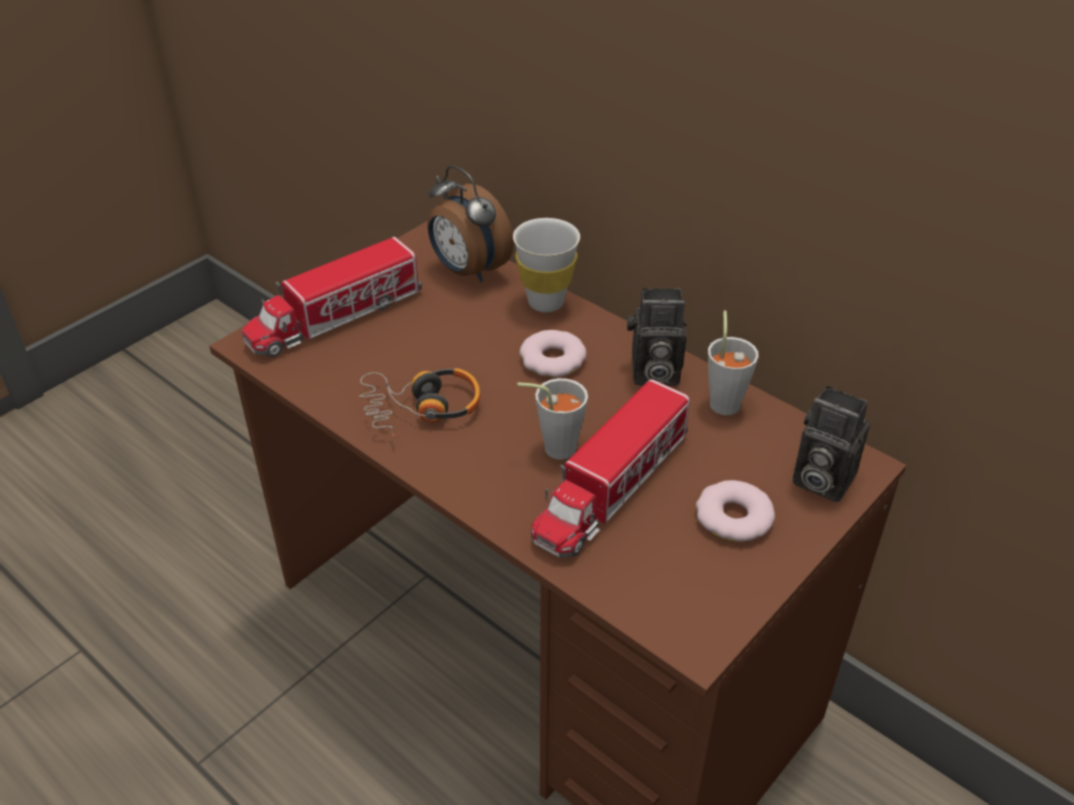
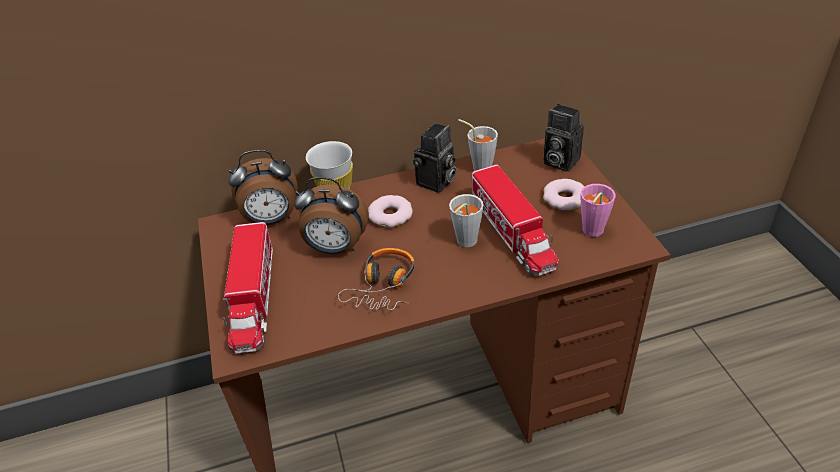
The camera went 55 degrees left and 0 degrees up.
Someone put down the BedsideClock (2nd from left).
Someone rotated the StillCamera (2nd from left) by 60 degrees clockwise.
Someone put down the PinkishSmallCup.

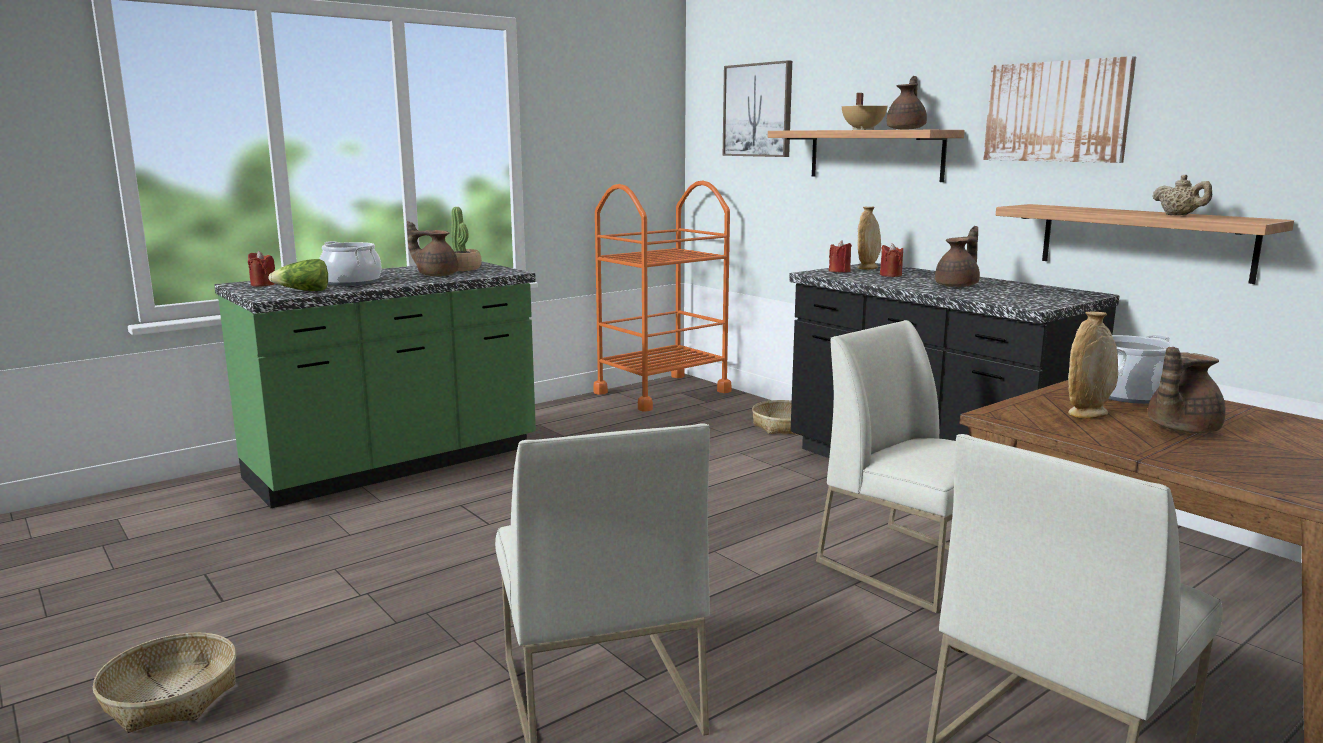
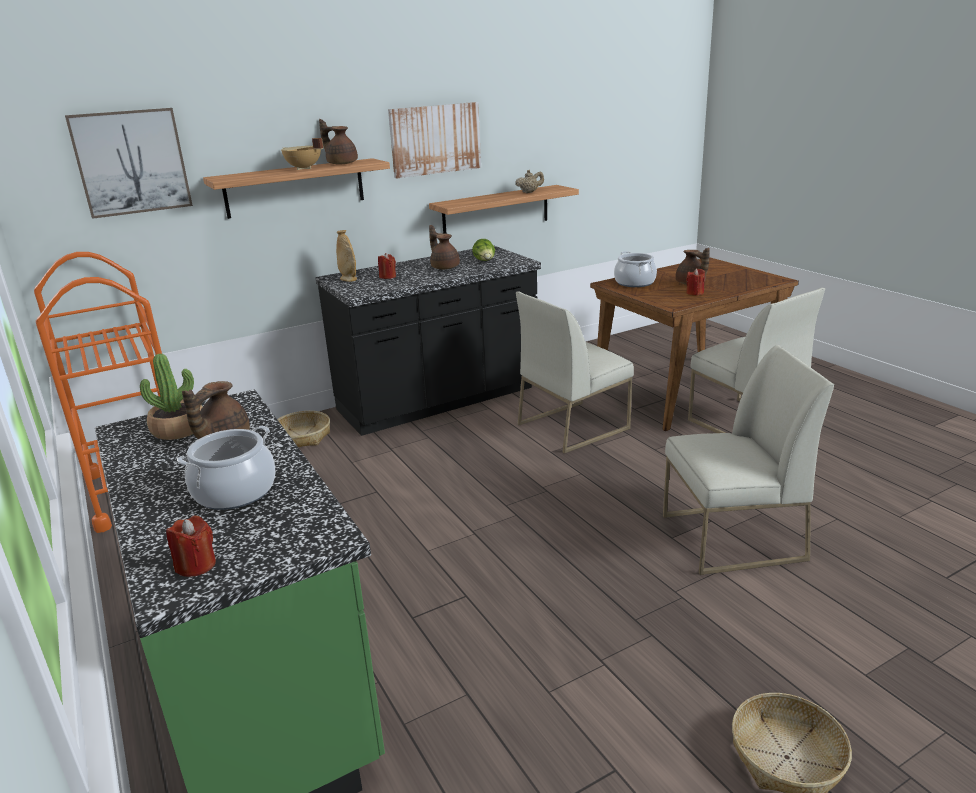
The camera went 80 degrees left and 10 degrees up.
Someone carried the Lettuce.
Someone carried the ReddishWaxLight (2nd from left in the first image).
Someone took away the BeigeVase (2nd from left).

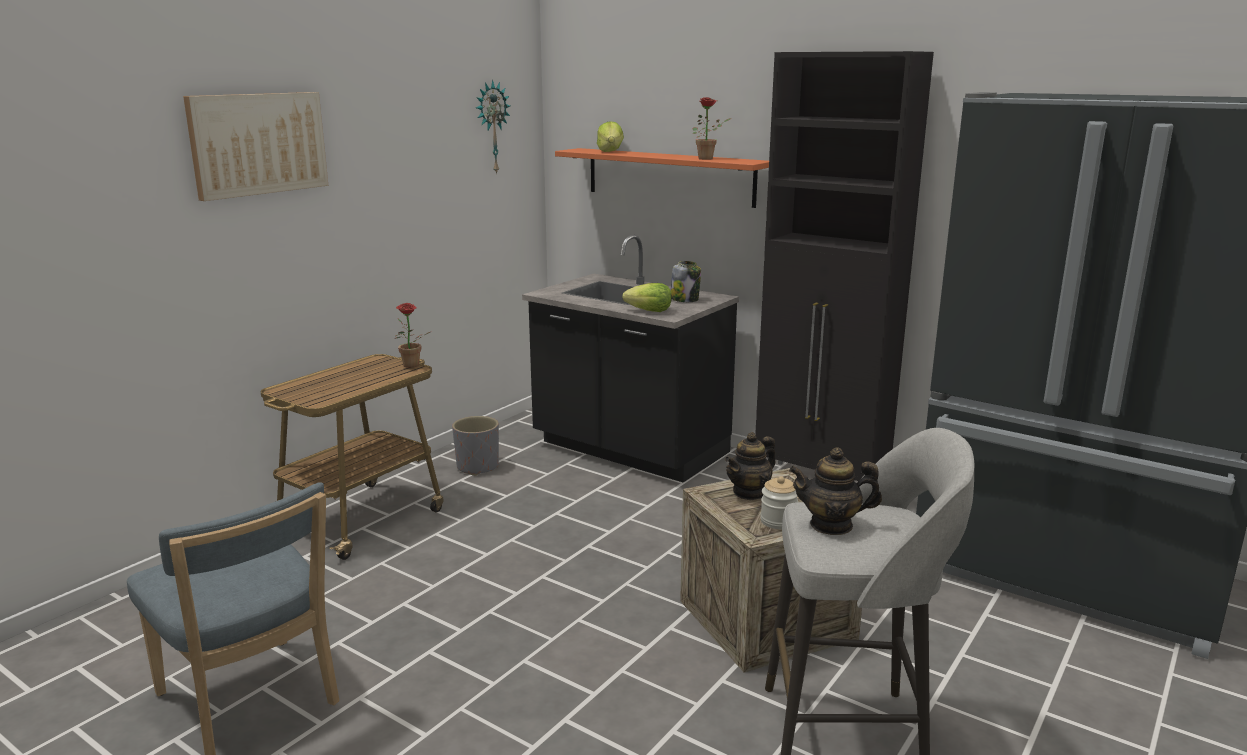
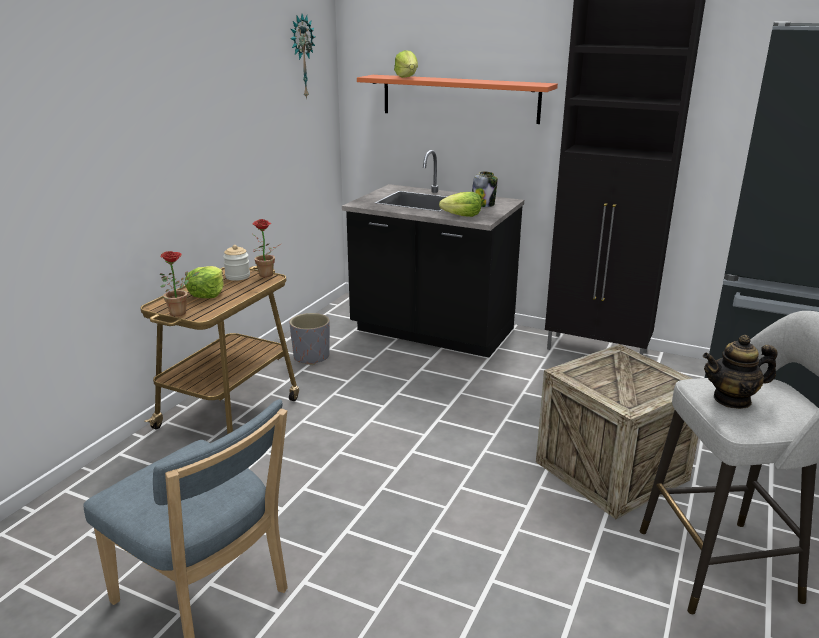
The camera went 10 degrees left and 5 degrees up.
Someone carried the Houseplant (2nd from left in the first image).
Someone put down the Lettuce (1st from left).
Someone carried the StorageJar (2nd from left in the first image).
Someone took away the WallPicture.
Someone took away the Teapot (1st from left).

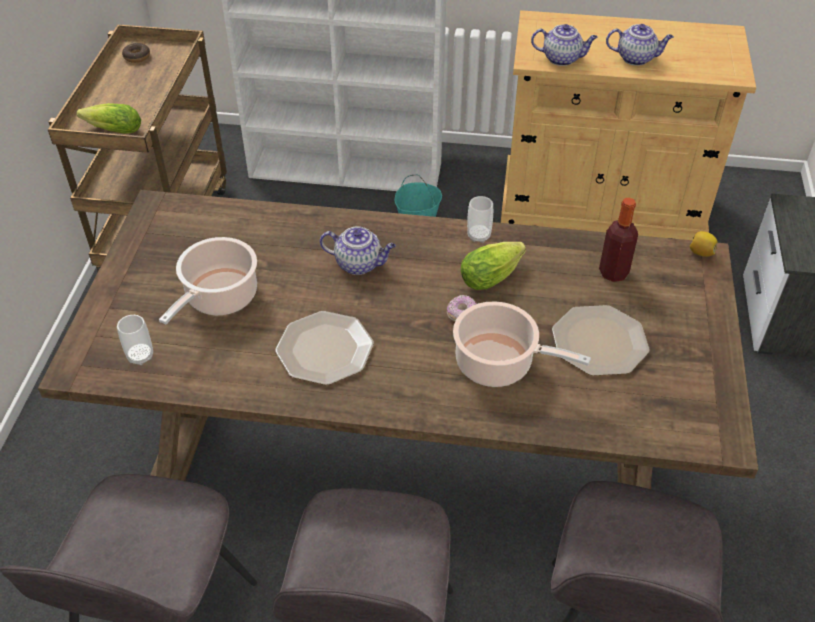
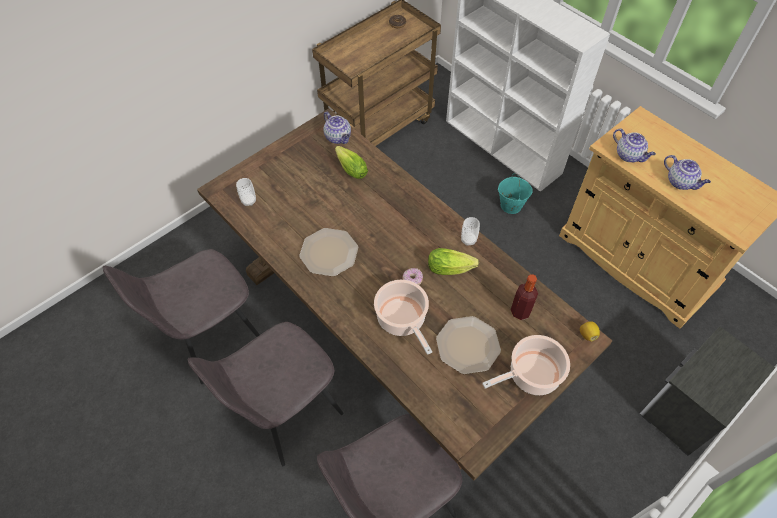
The camera went 40 degrees right and 10 degrees up.
Someone carried the Teapot (1st from left).
Someone carried the Lettuce (1st from left).
Someone carried the Saucepot (1st from left in the first image).

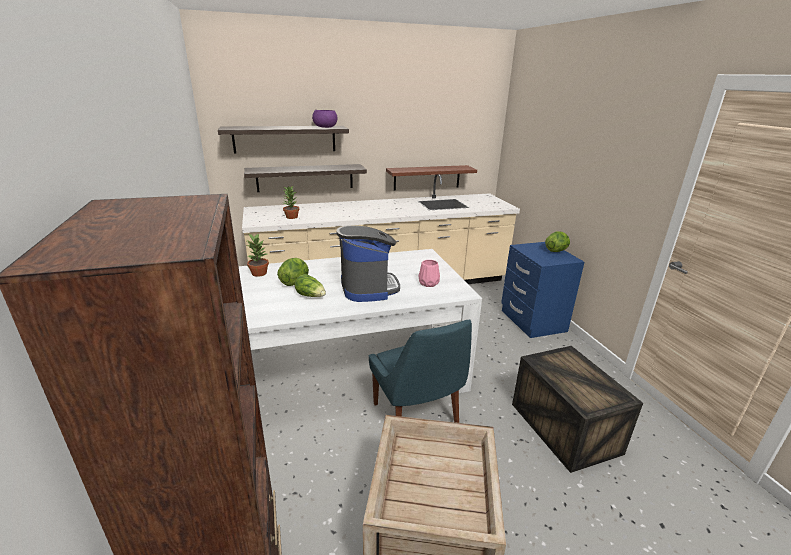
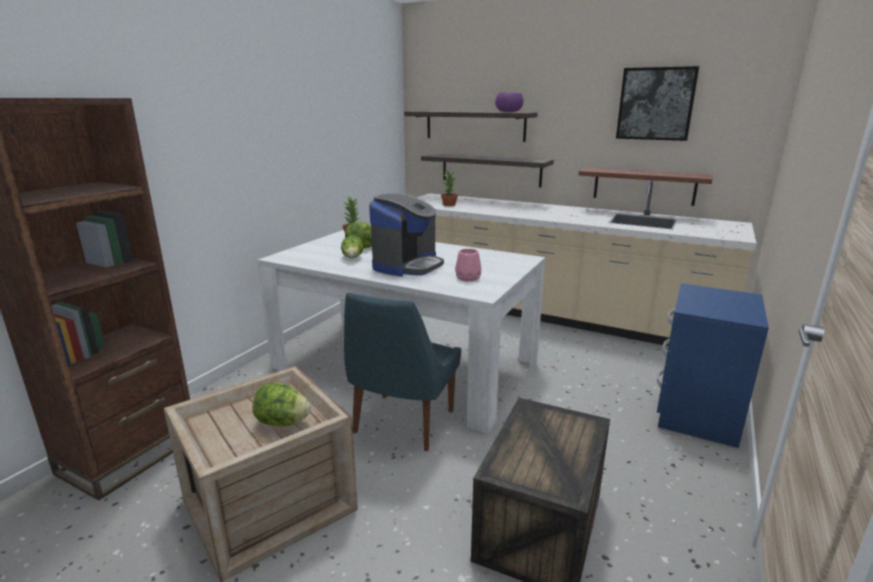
The camera went 45 degrees right and 5 degrees down.
Someone carried the Lettuce (3rd from left in the first image).
Someone put up the WallPicture.

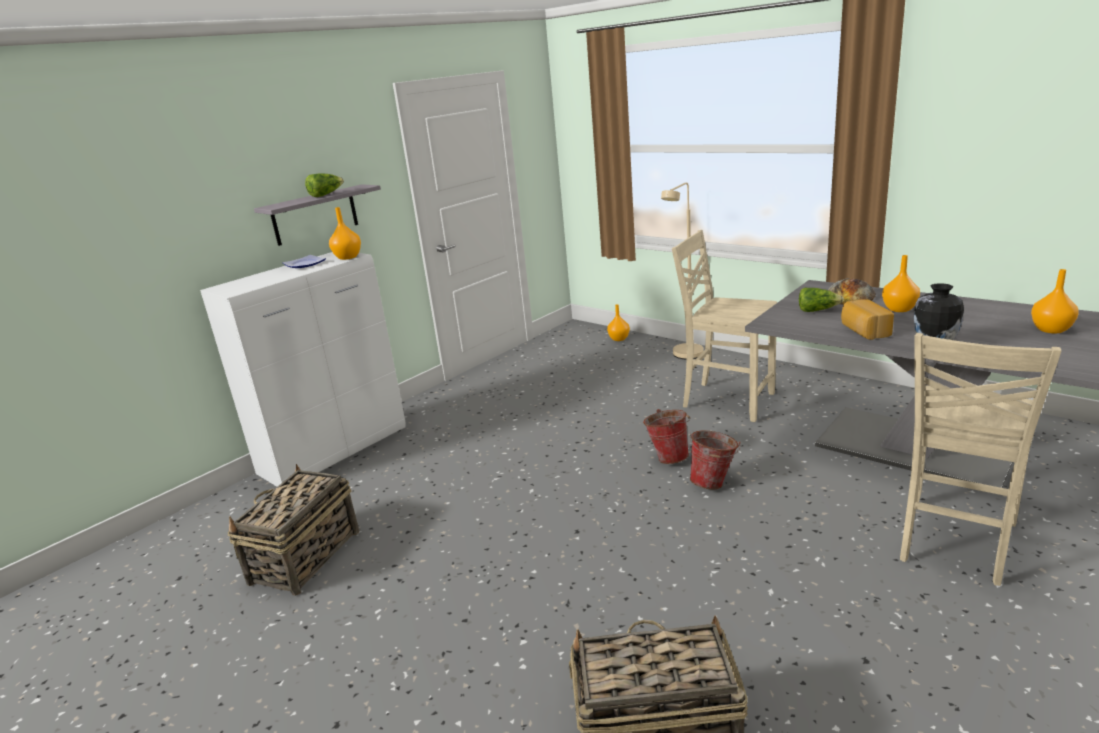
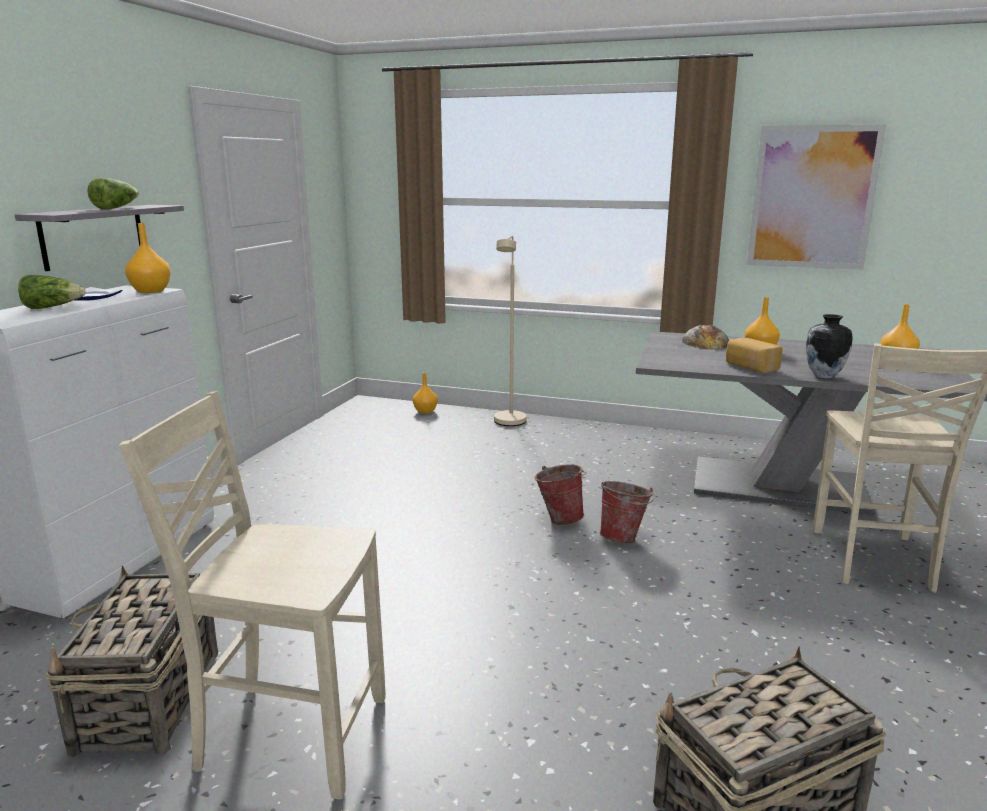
The camera went 25 degrees left and 5 degrees down.
Someone carried the Lettuce (2nd from left in the first image).
Someone carried the BeigePlainChair (1st from left).
Someone put up the WallPicture.

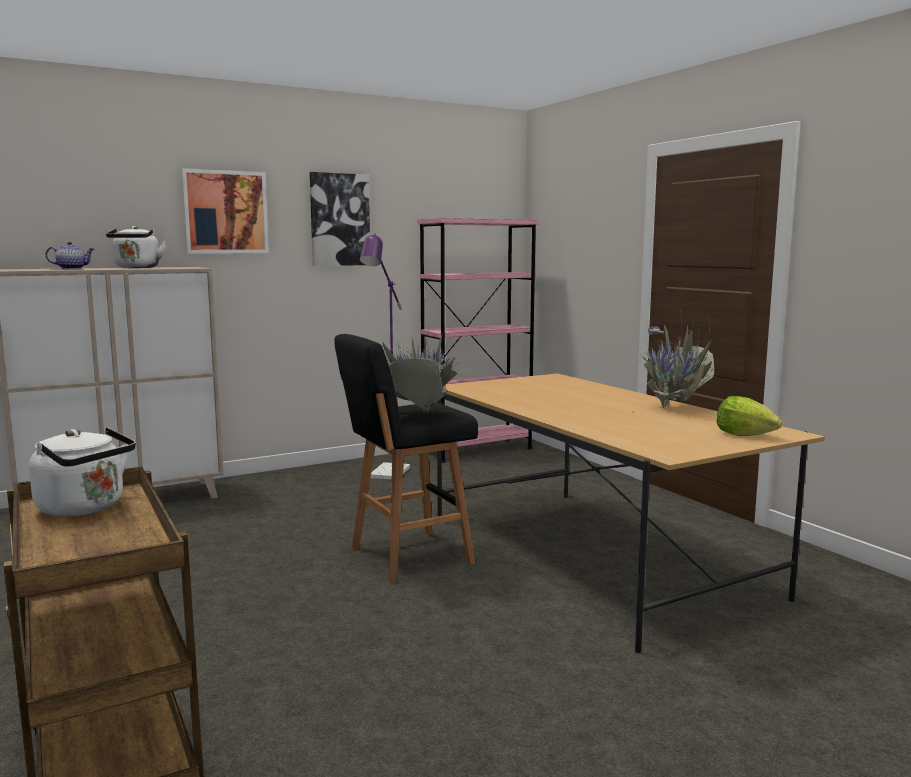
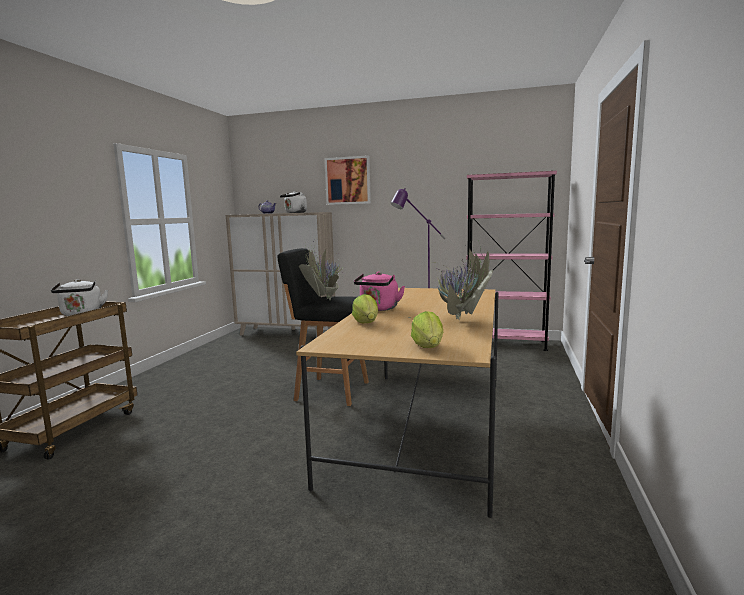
The camera went 45 degrees right and 0 degrees up.
Someone put down the Lettuce (1st from left).
Someone put down the PinkishKettle.
Someone took away the WallPicture (2nd from left).

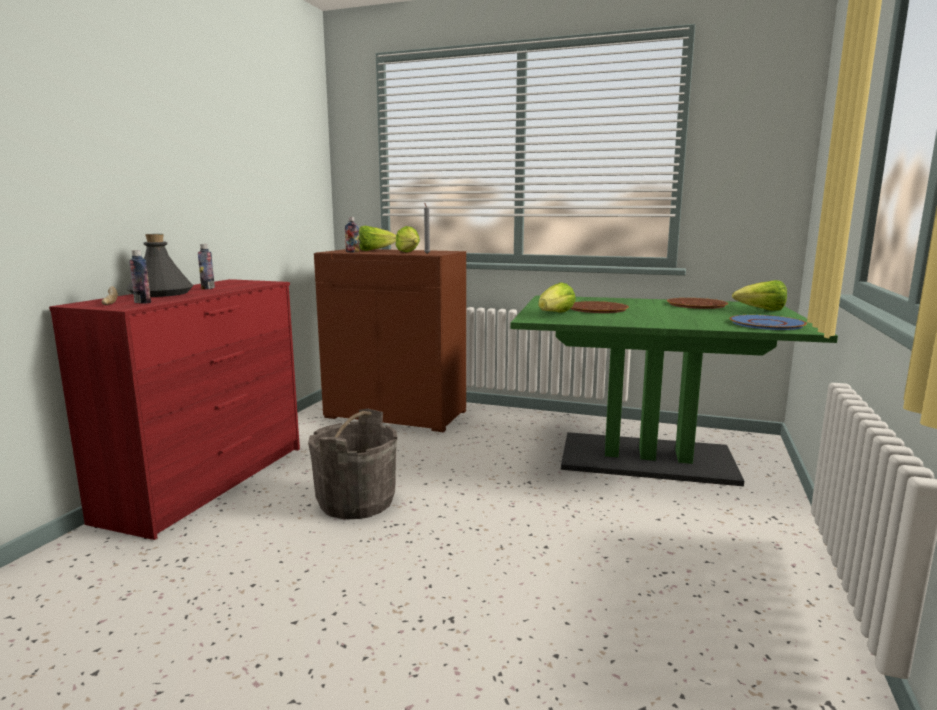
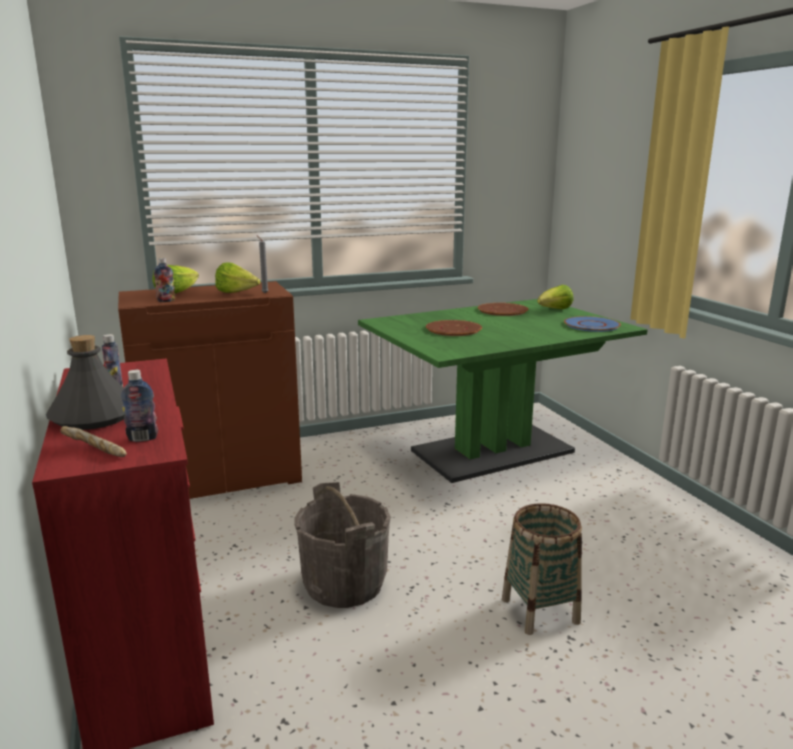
The camera went 40 degrees left and 5 degrees up.
Someone put down the HouseholdBasket.
Someone took away the Lettuce (3rd from left).

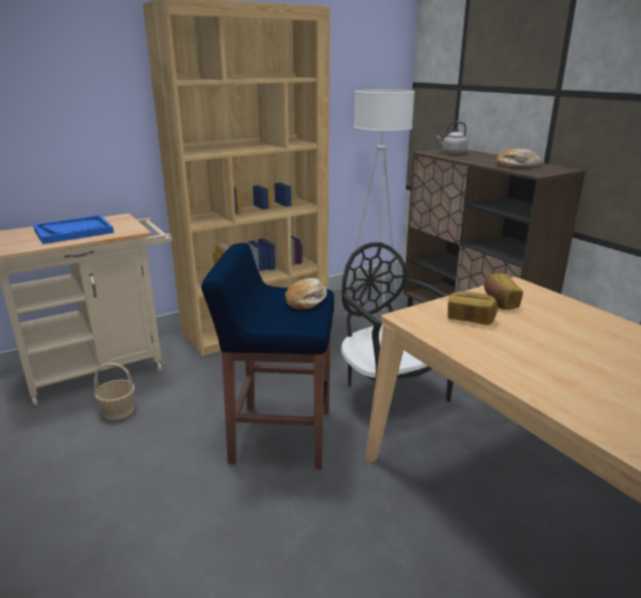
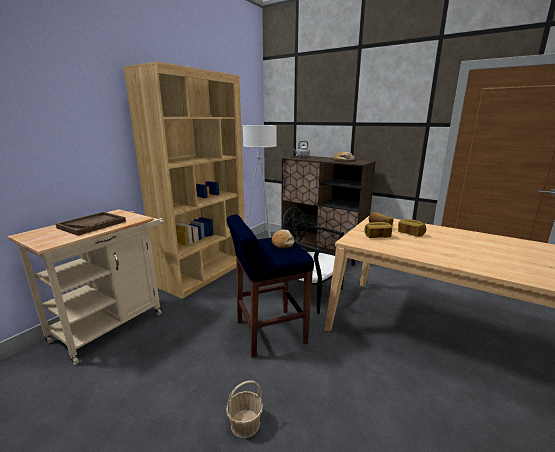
The camera went 25 degrees left and 5 degrees down.
Someone repainted the BlueColouredCarryingTray, which became the BrownishCarryingTray.
Someone carried the HouseholdBasket.
Someone put down the Bread (5th from left).

